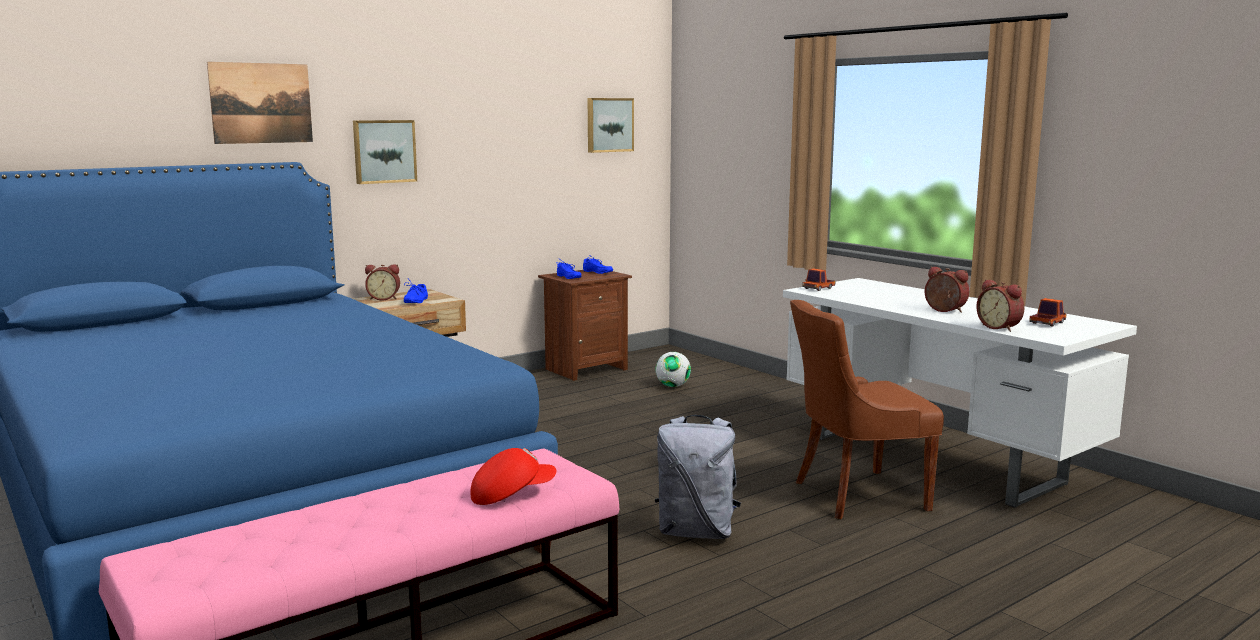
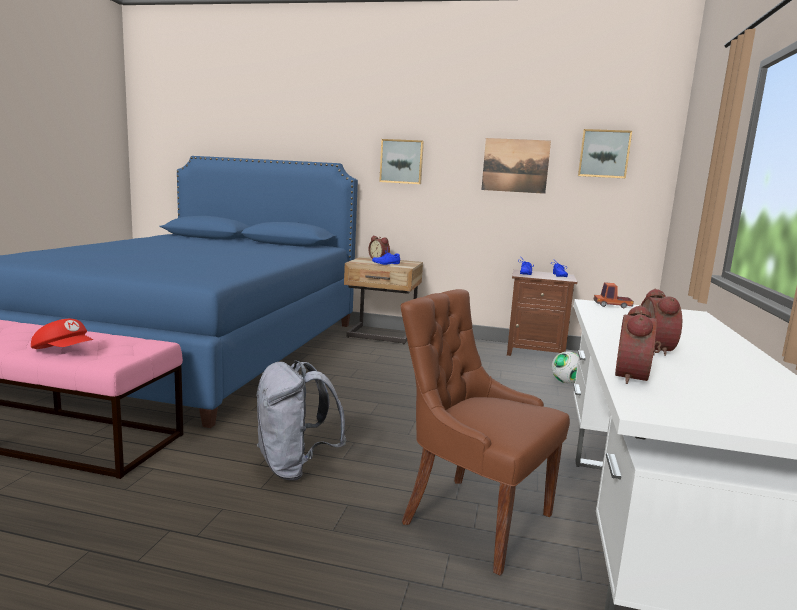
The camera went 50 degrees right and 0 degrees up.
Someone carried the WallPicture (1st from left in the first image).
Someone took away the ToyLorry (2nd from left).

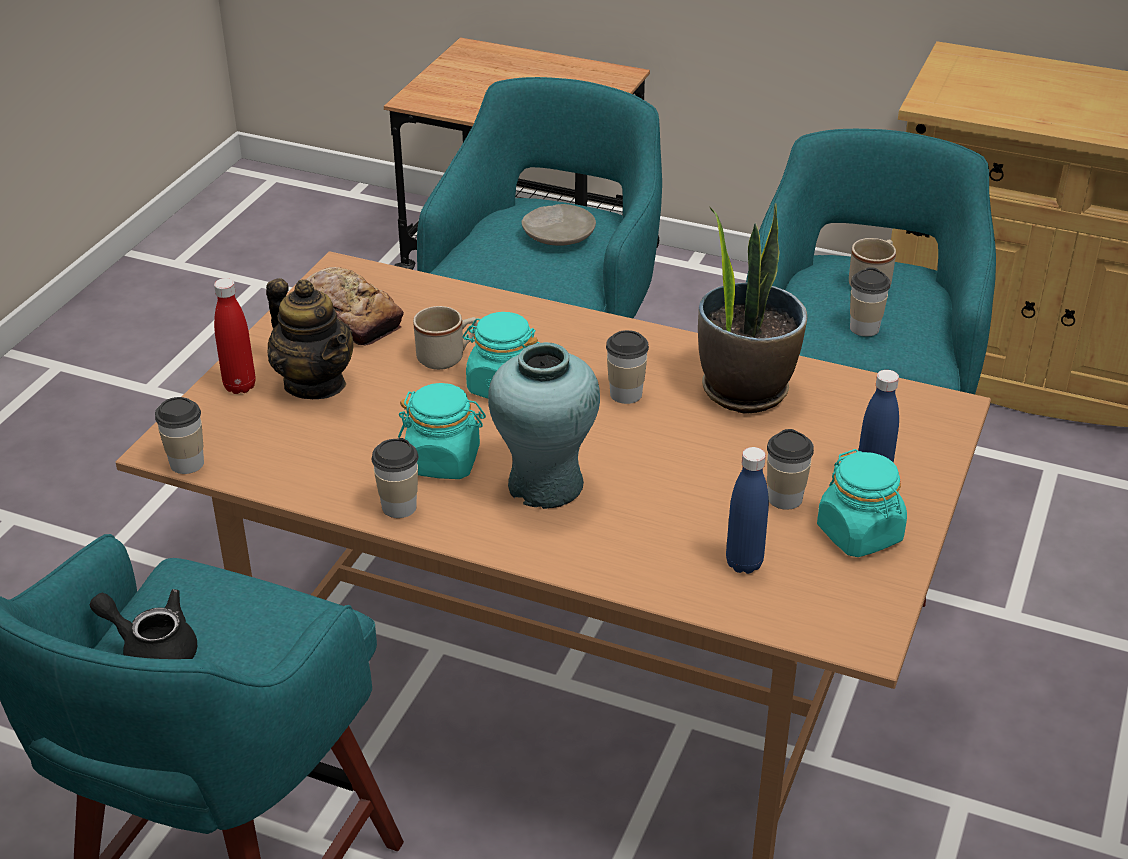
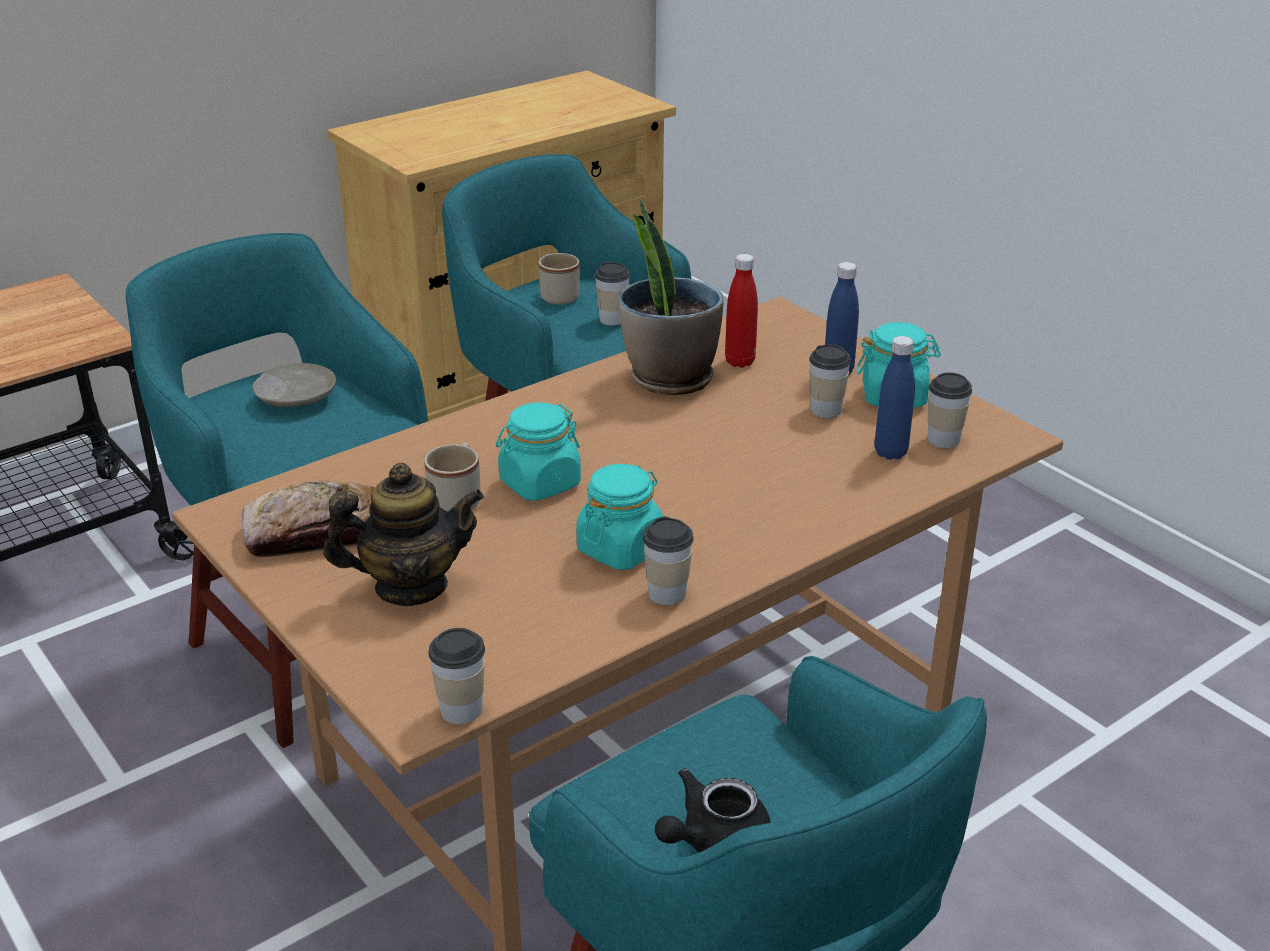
The camera went 60 degrees left and 5 degrees down.
Someone carried the ReddishDrinkBottle.
Someone carried the SmallCup (3rd from left in the first image).
Someone took away the TurquoiseVase.

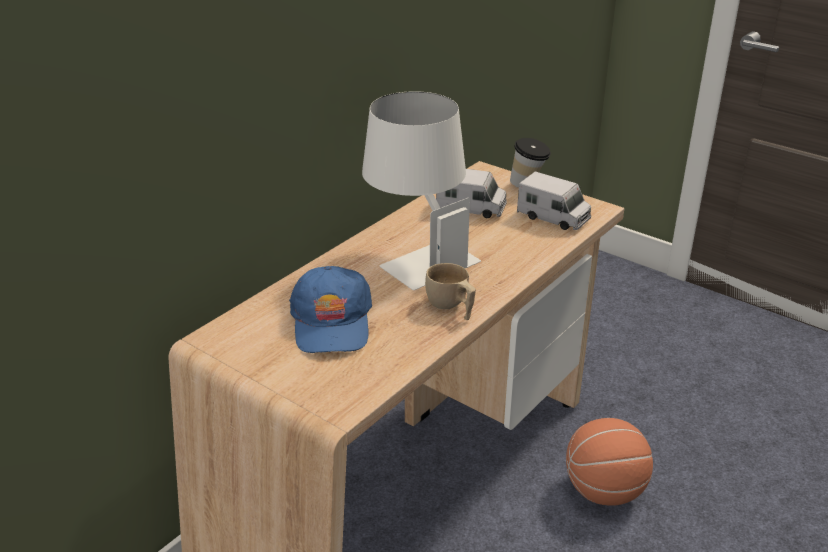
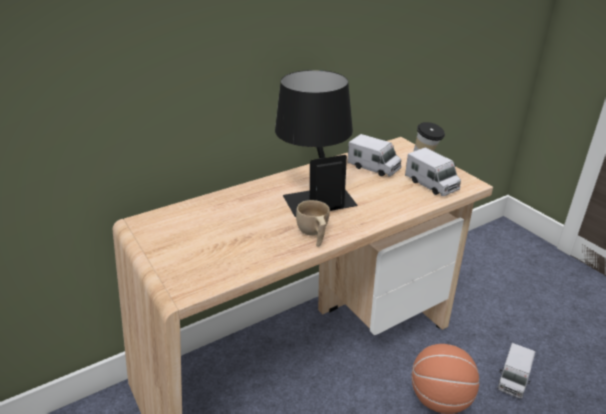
The camera went 20 degrees right and 0 degrees up.
Someone repainted the WhiteColouredLampForATable, which became the BlackColouredLampForATable.
Someone put down the ToyLorry (3rd from left).
Someone took away the BlueColouredBaseballCap.

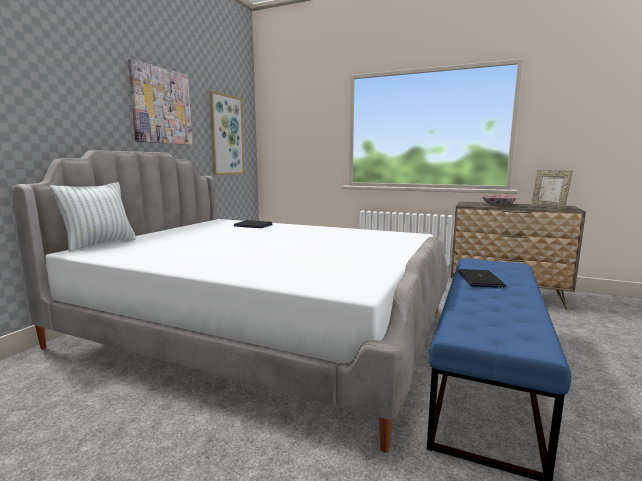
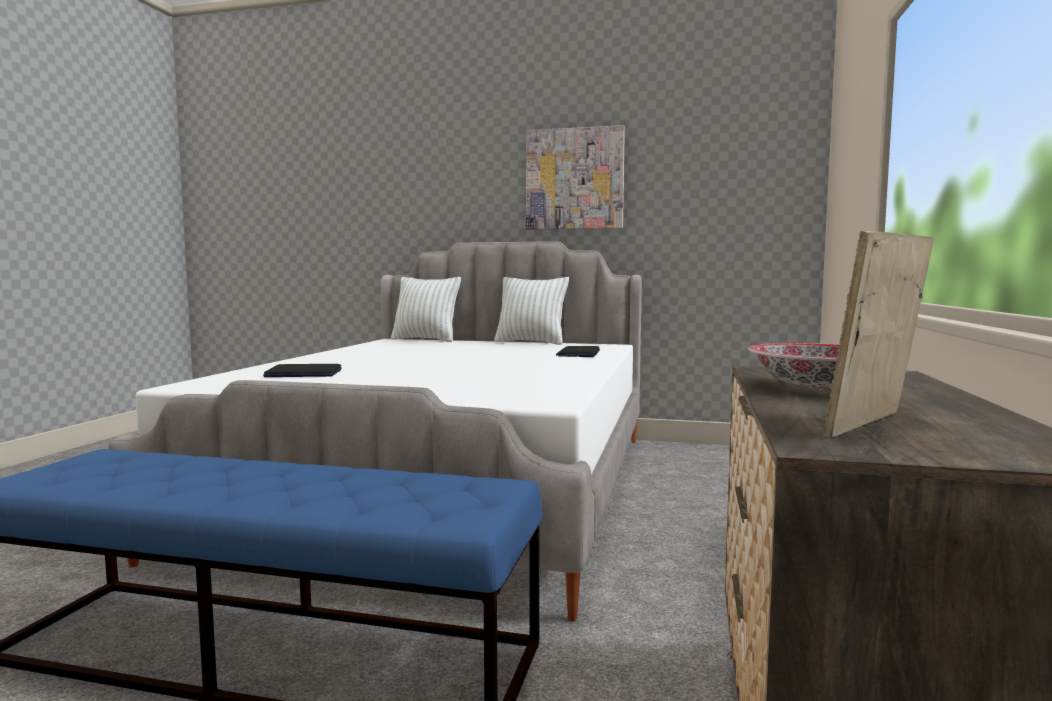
The camera went 80 degrees right and 5 degrees down.
Someone carried the PortableComputer (2nd from left in the first image).
Someone put down the WhiteColouredPillow (2nd from left).
Someone took away the WallPicture (2nd from left).

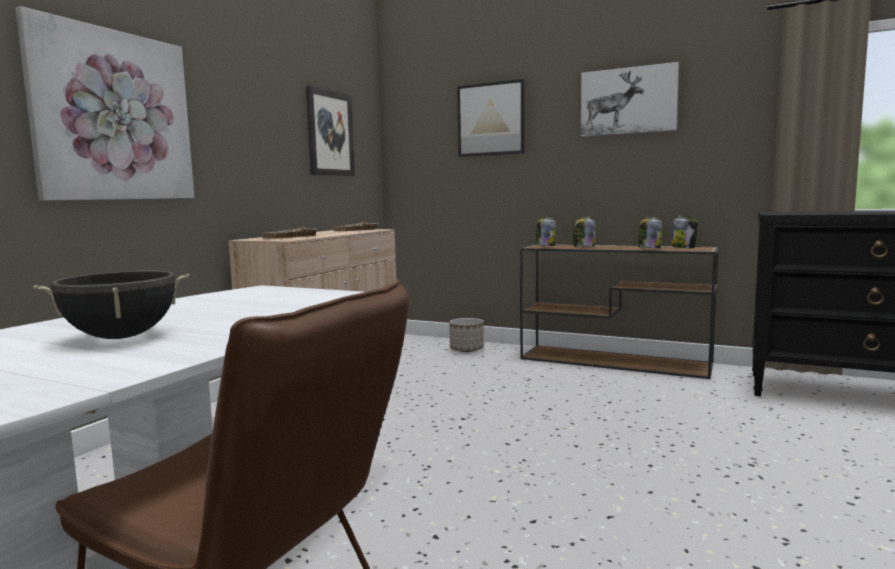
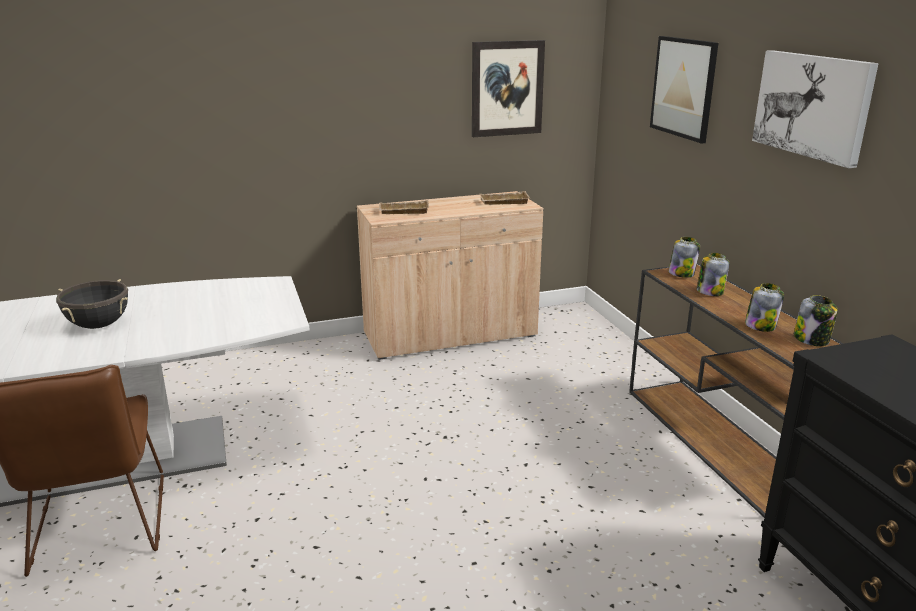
The camera went 45 degrees right and 15 degrees up.
Someone took away the WallPicture (1st from left).
Someone took away the Planter.

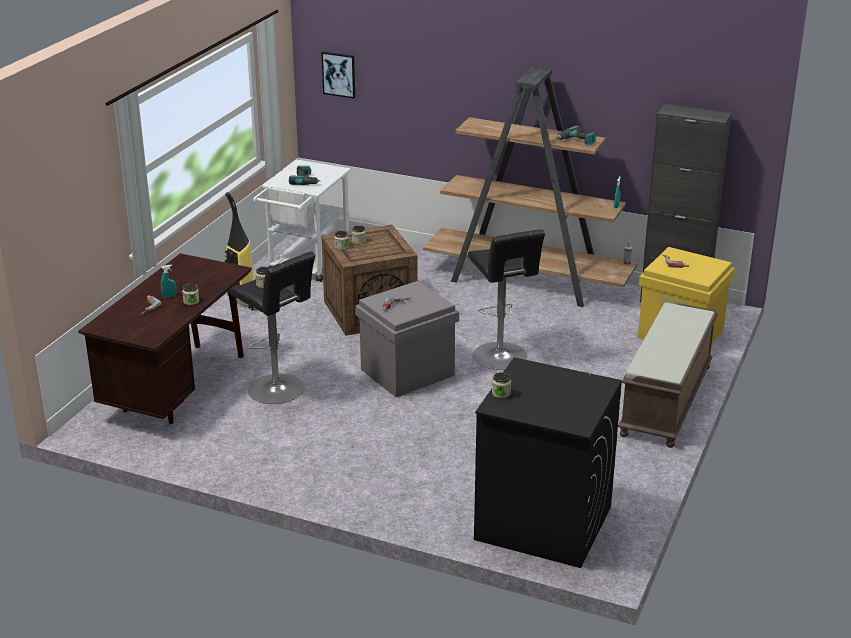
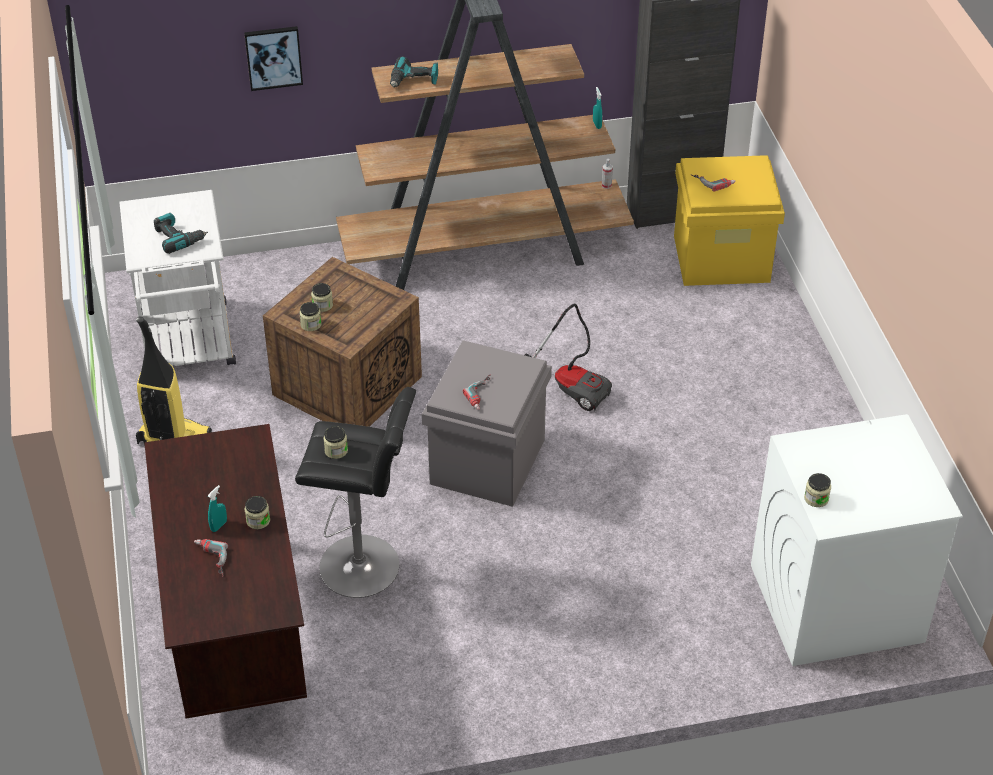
The camera went 35 degrees left and 15 degrees up.
Someone carried the WallPicture.
Someone carried the Drill (4th from left in the first image).
Someone swapped the BlackColouredStool (2nd from left) for the Vacuum (2nd from left).
Someone repainted the BlackColouredWashingMachine, which became the WhiteColouredWashingMachine.
Someone took away the BrownishLongSeat.

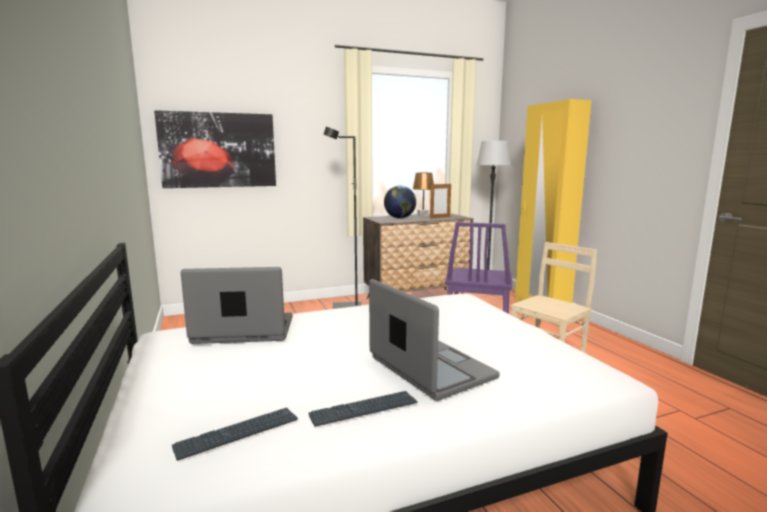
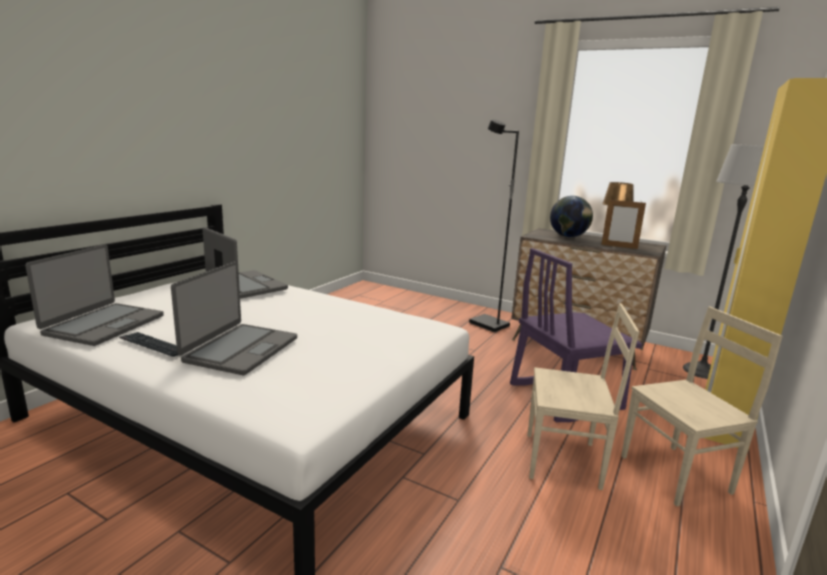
The camera went 50 degrees right and 5 degrees up.
Someone swapped the PcKeyboard (1st from left) for the PortableComputer (1st from left).
Someone put down the BeigePlainChair (2nd from left).
Someone took away the WallPicture.

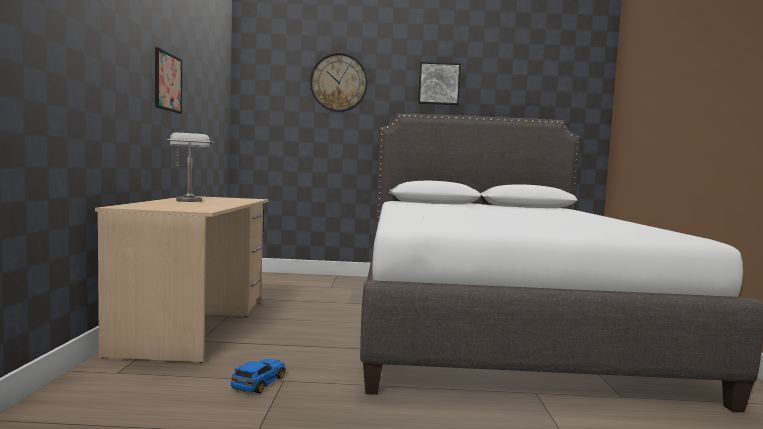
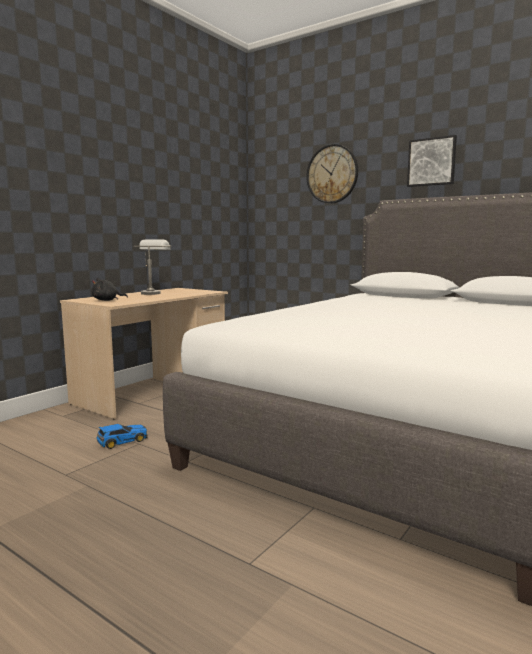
The camera went 35 degrees right and 5 degrees up.
Someone put down the BlackColouredCuddlyToy.
Someone took away the WallPicture (1st from left).

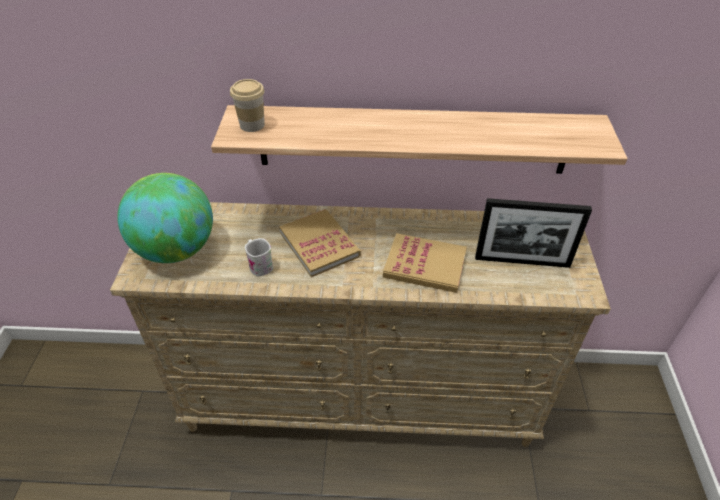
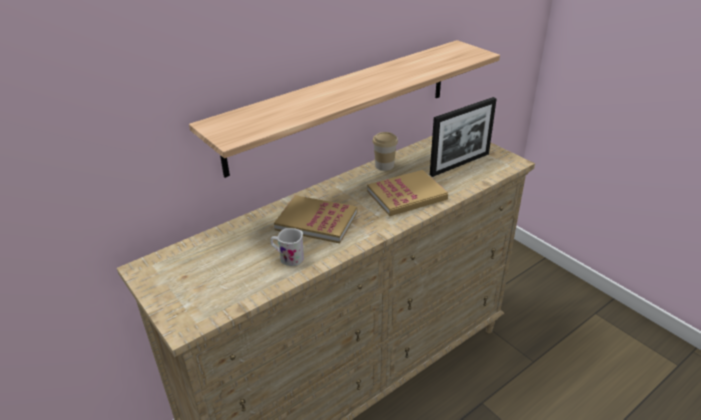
The camera went 40 degrees left and 10 degrees down.
Someone carried the SmallCup.
Someone took away the WorldGlobe.

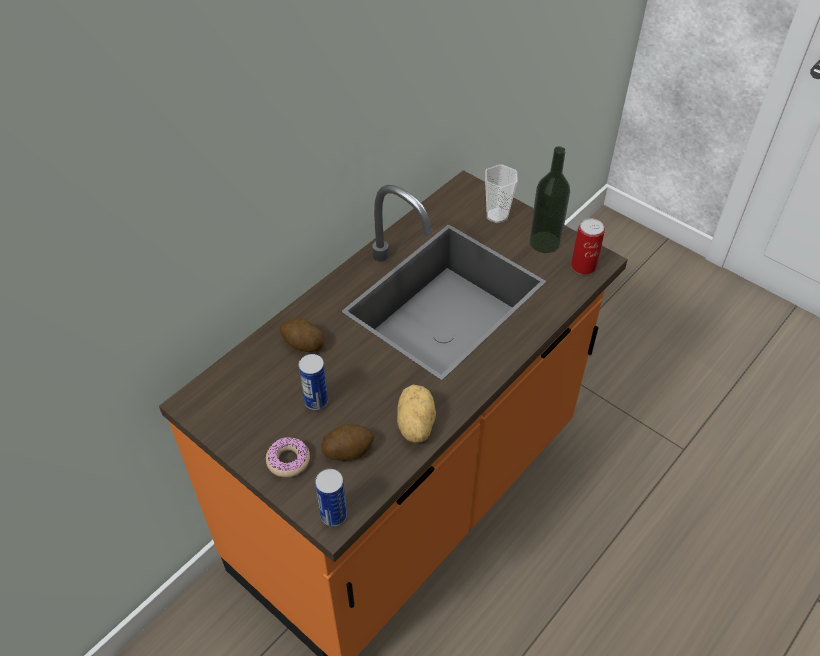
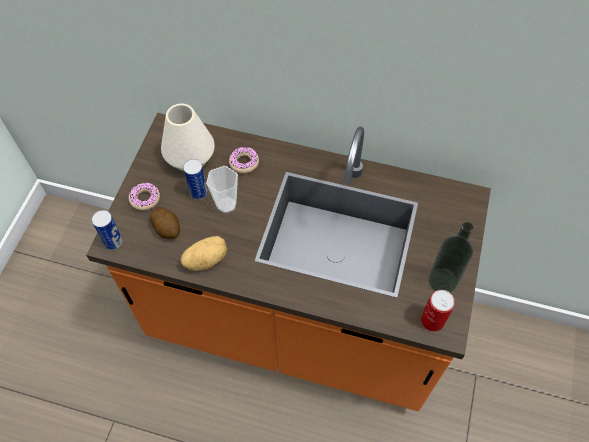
The camera went 65 degrees right and 10 degrees up.
Someone put down the WhiteColouredVase.
Someone carried the SmallCup.
Someone swapped the WholePotato (1st from left) for the RingDoughnut (2nd from left).

